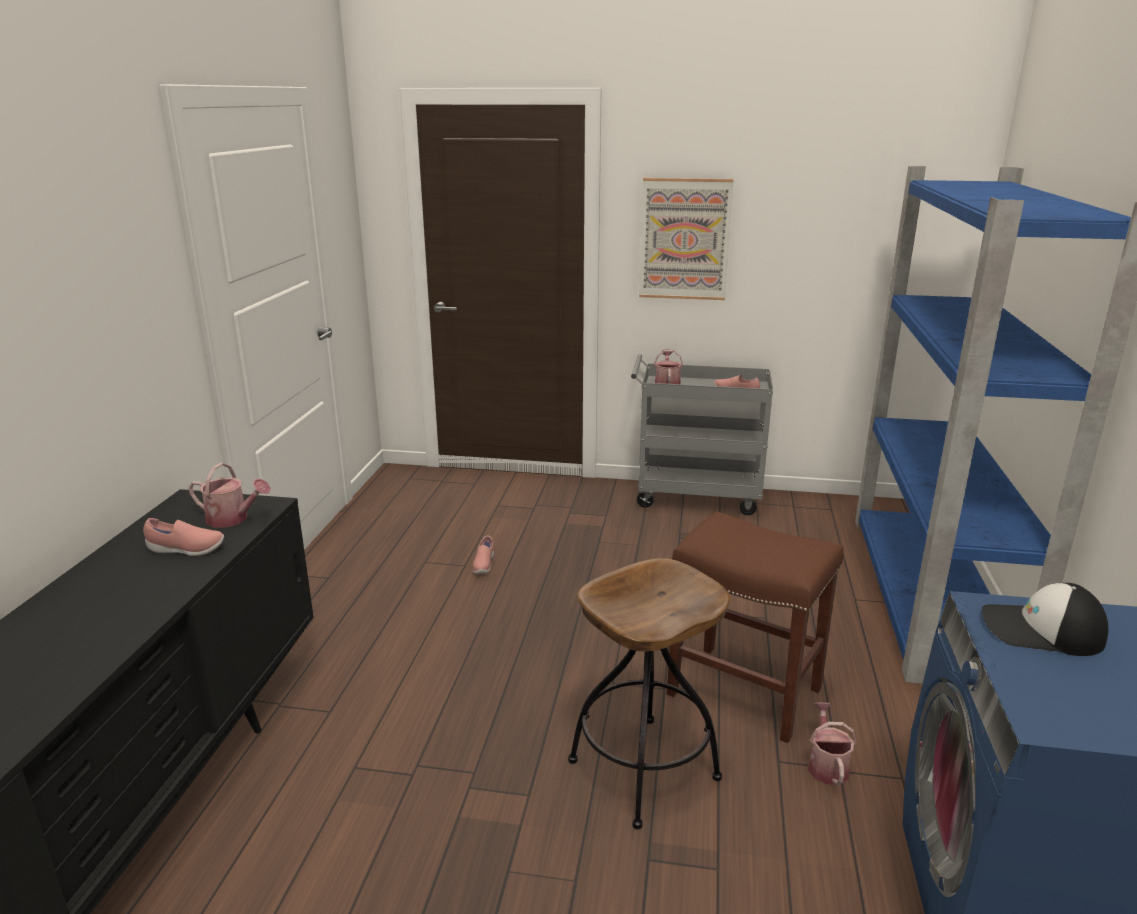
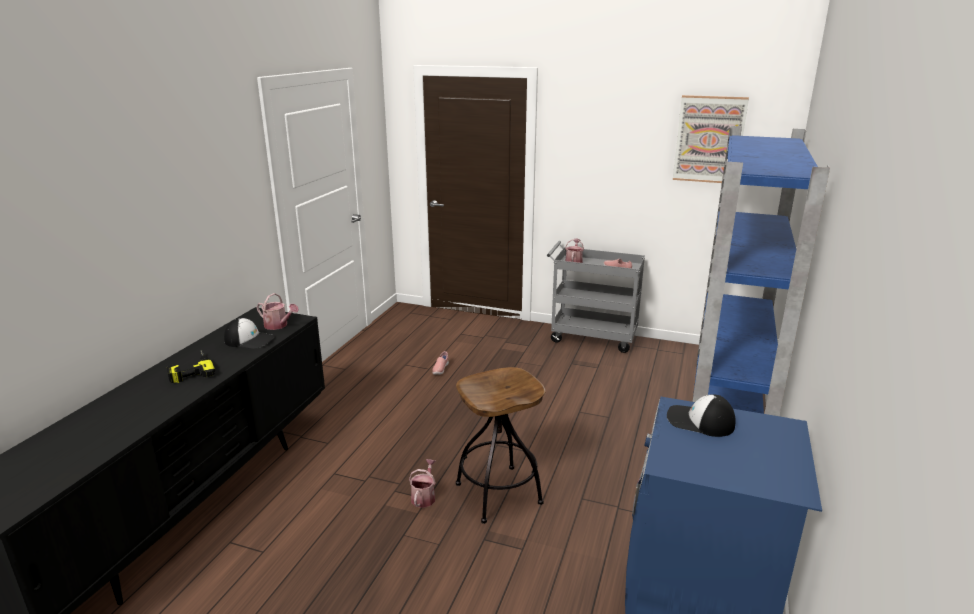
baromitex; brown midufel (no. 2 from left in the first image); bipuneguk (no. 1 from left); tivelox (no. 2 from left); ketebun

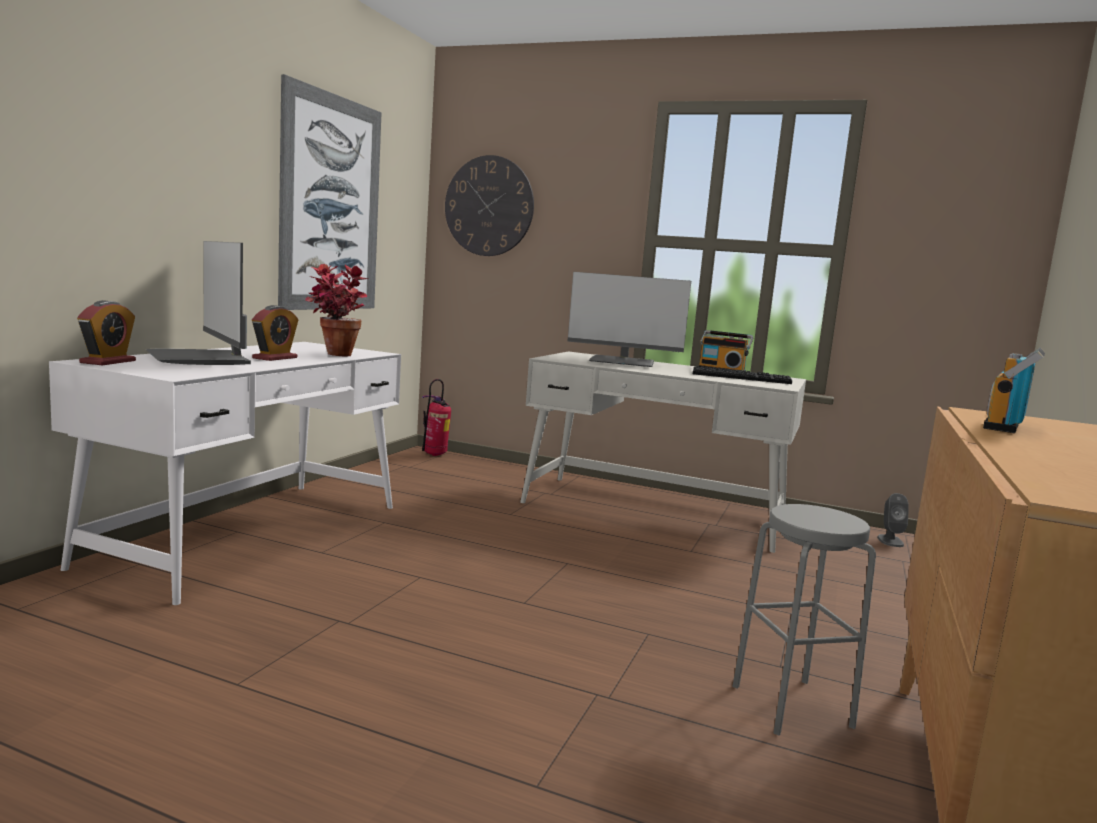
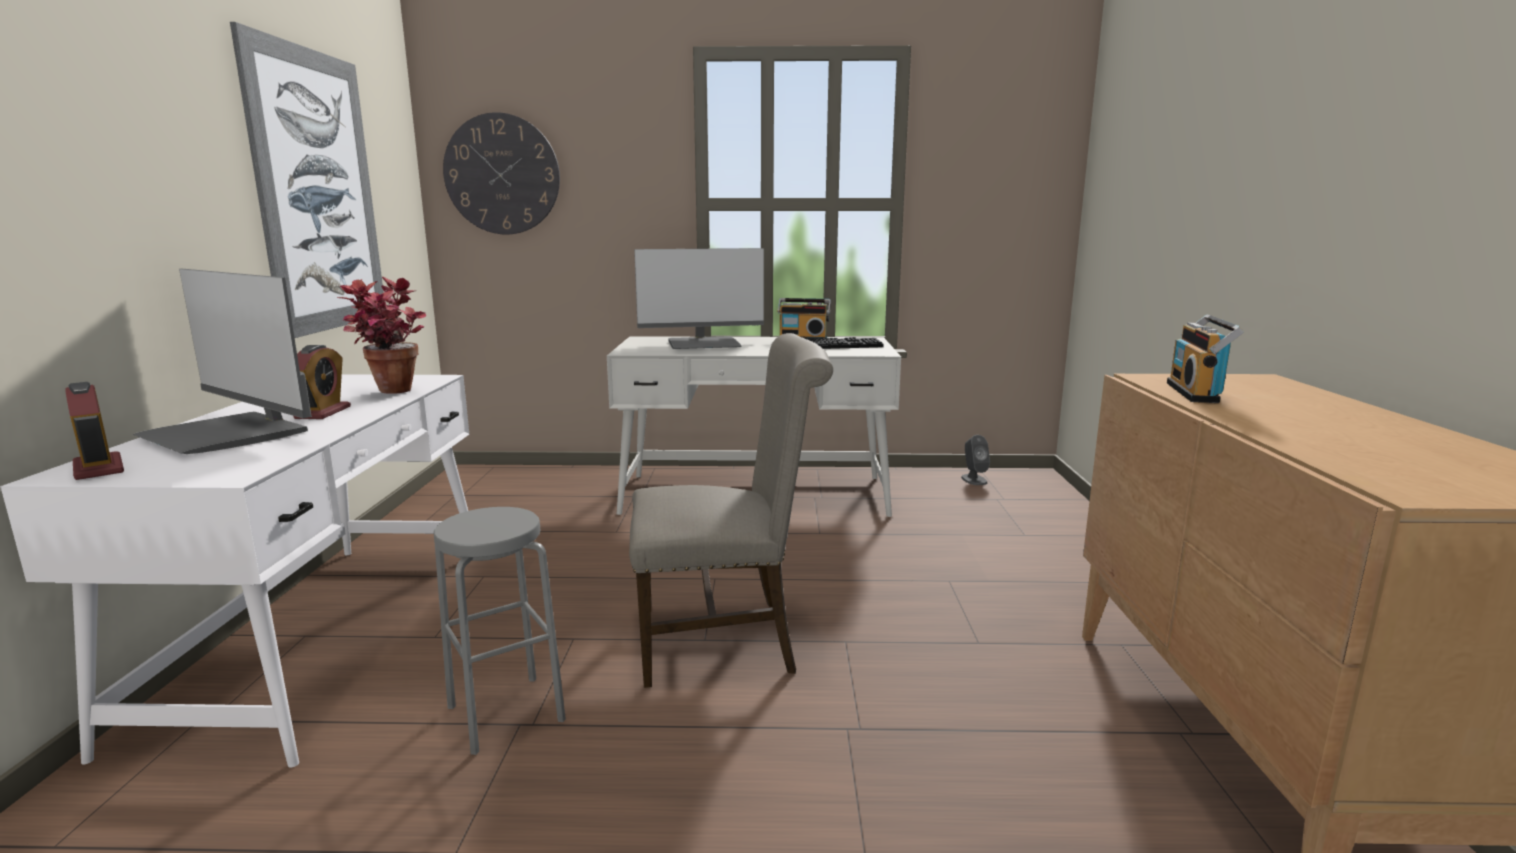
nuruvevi (no. 1 from left); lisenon; grey midufel; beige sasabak

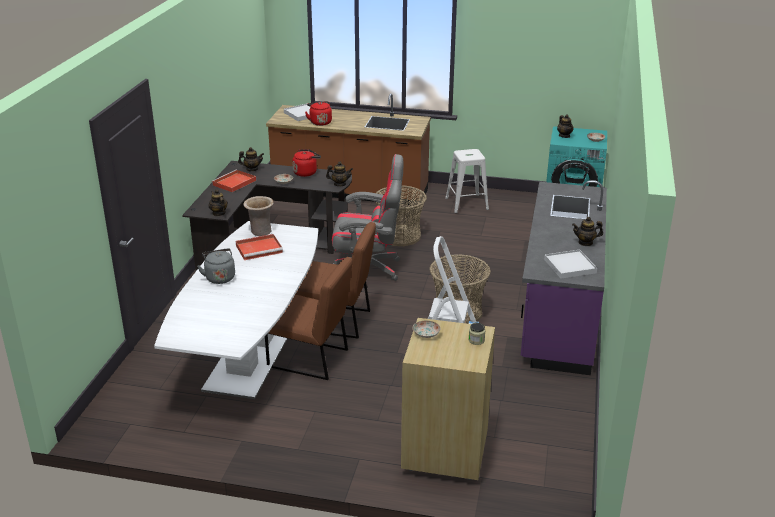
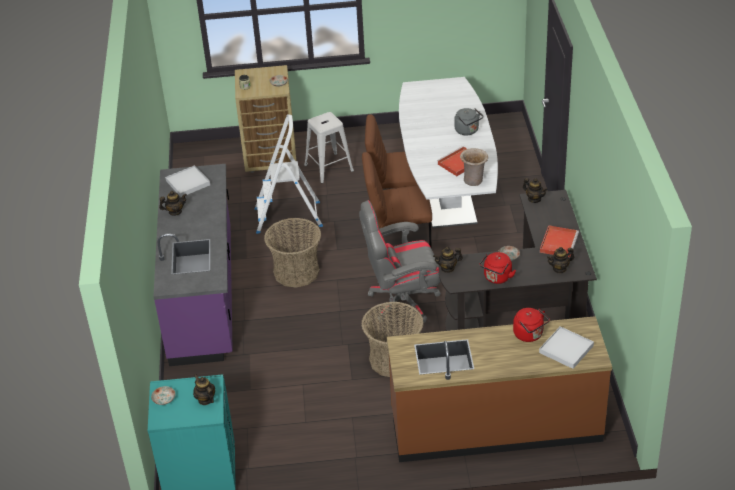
white midufel

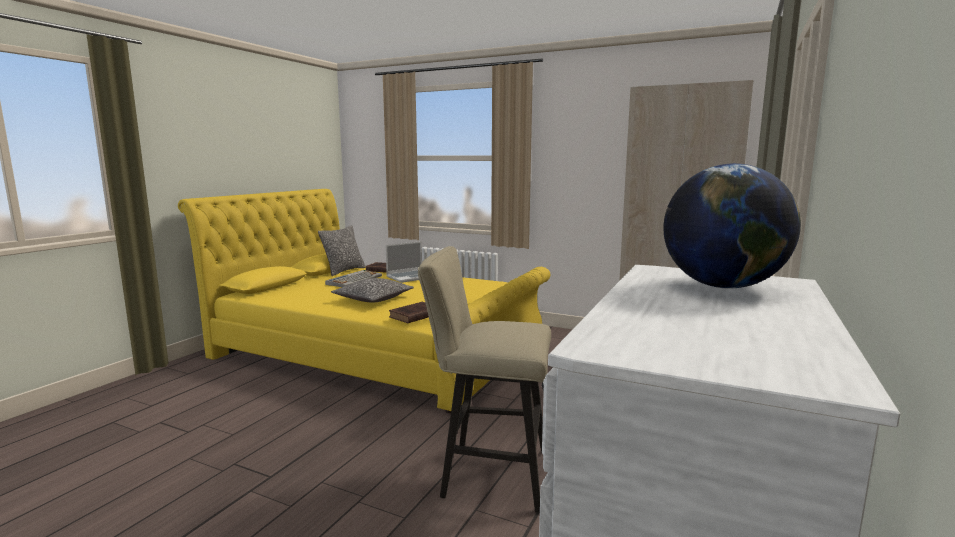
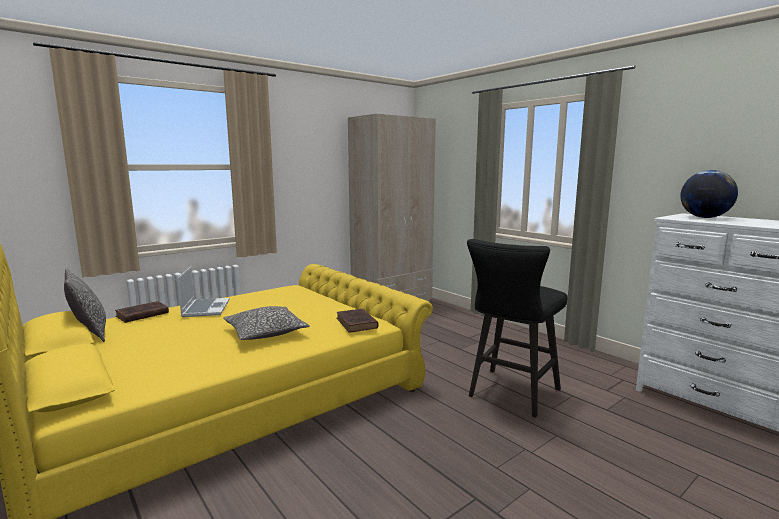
black midufel; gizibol

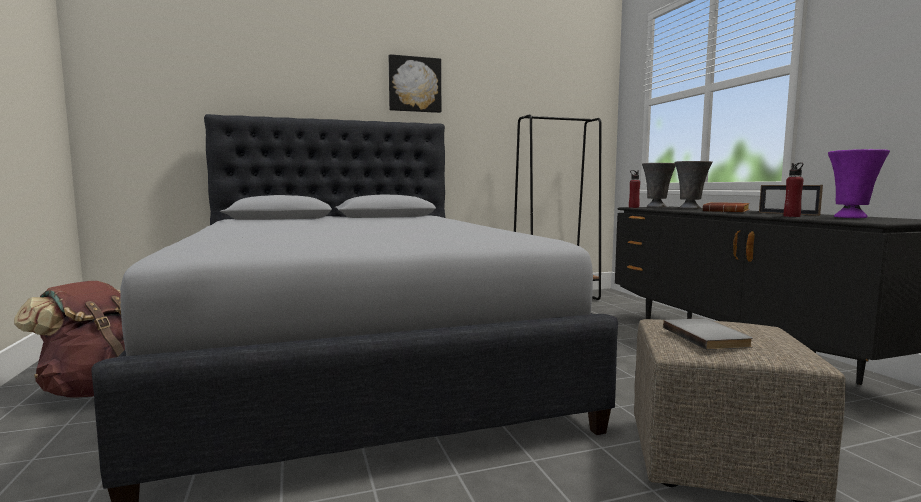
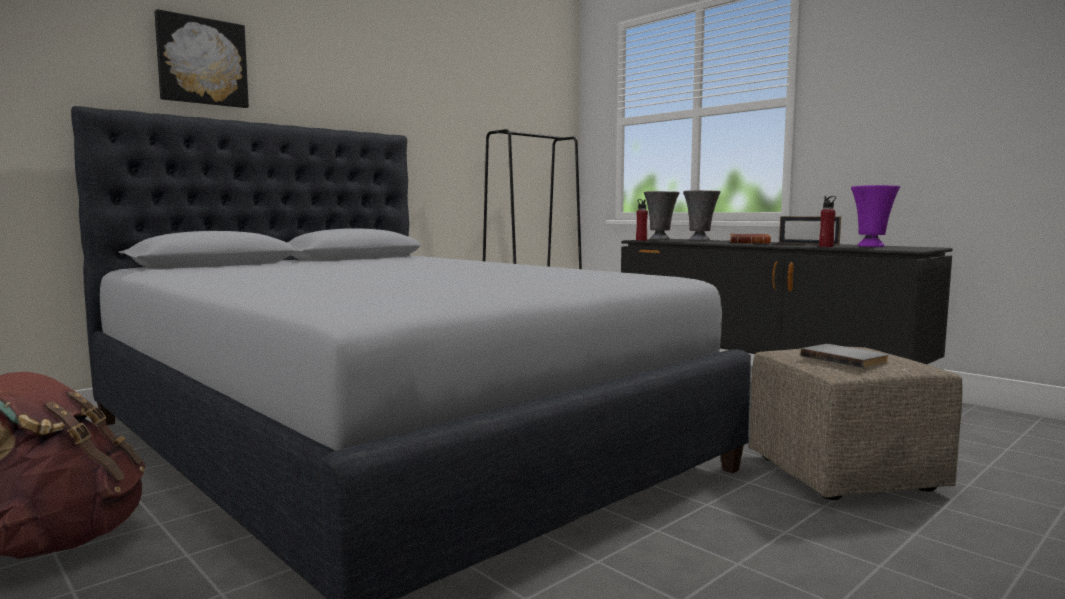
baromitex

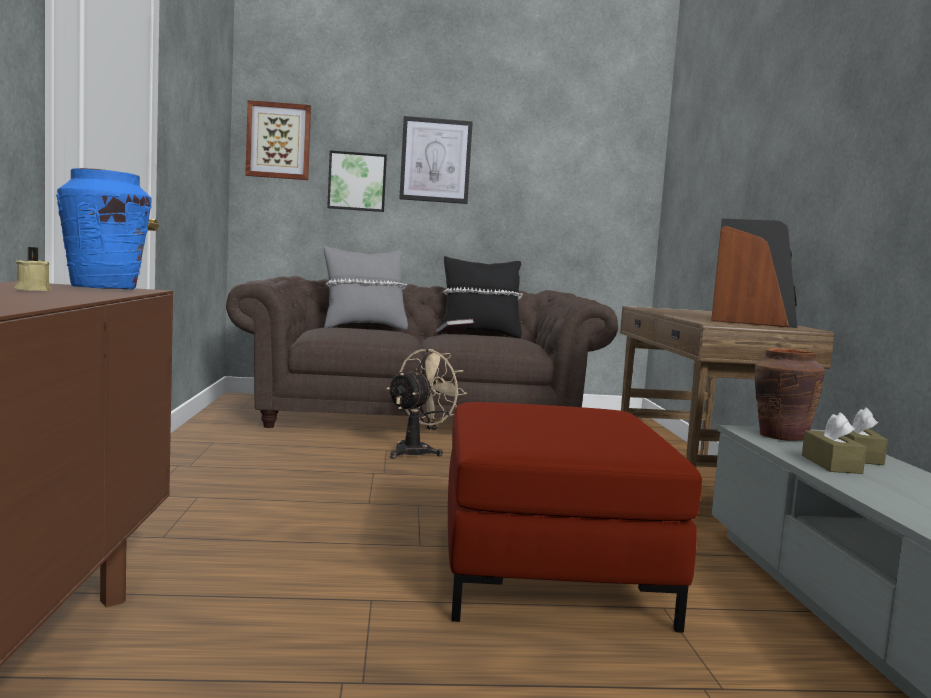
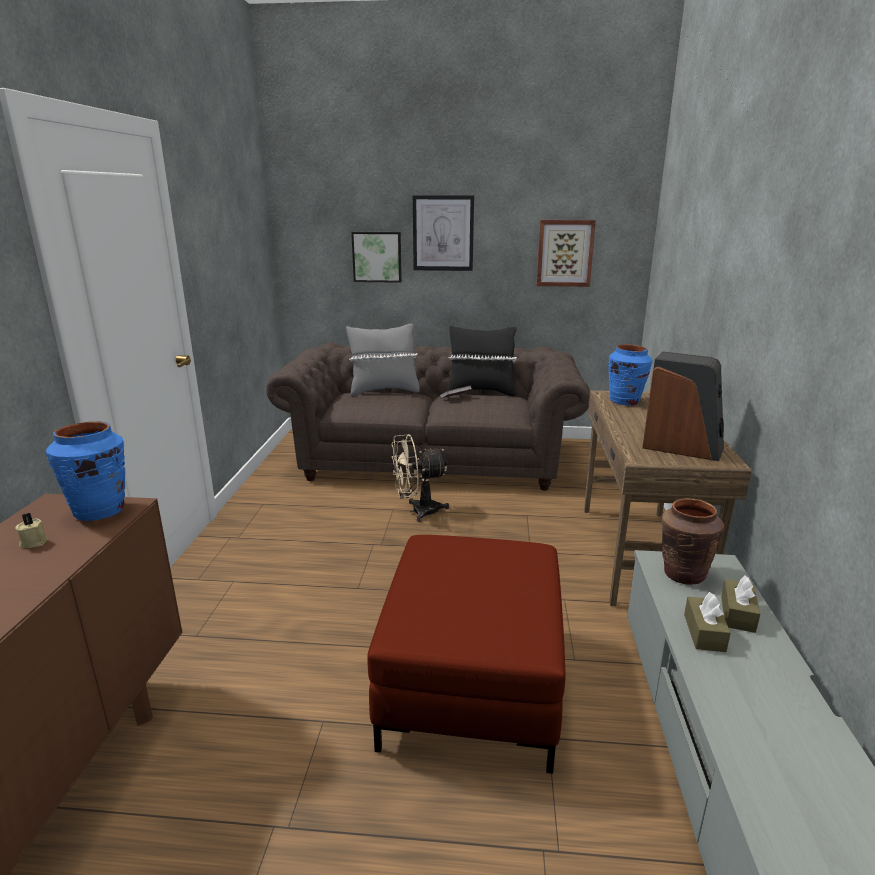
baromitex (no. 3 from left); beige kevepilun; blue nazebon (no. 2 from left)

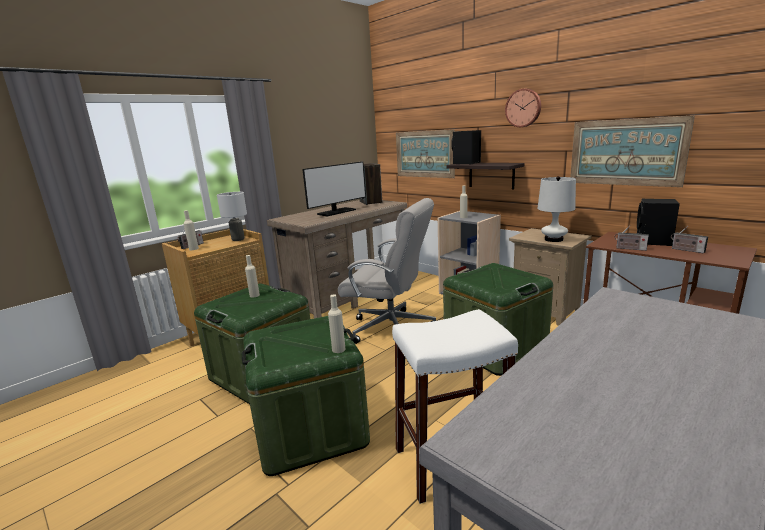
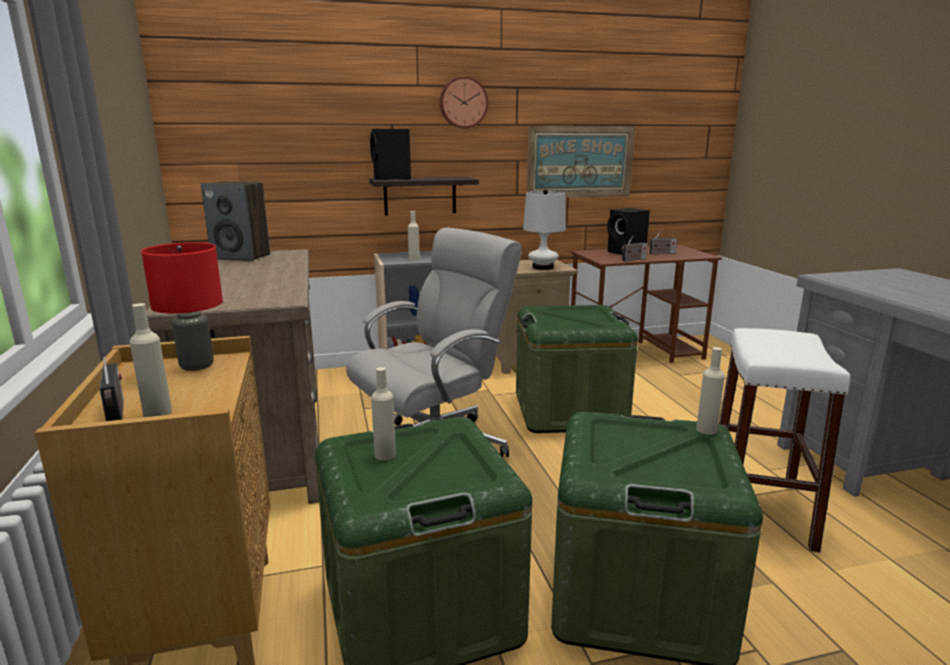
baromitex (no. 1 from left in the first image); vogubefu; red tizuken

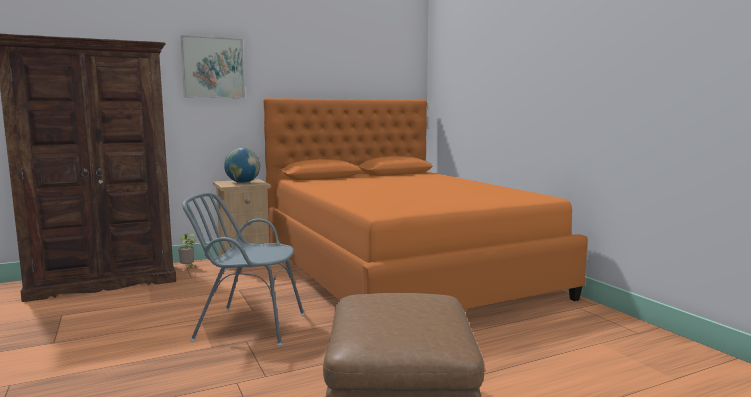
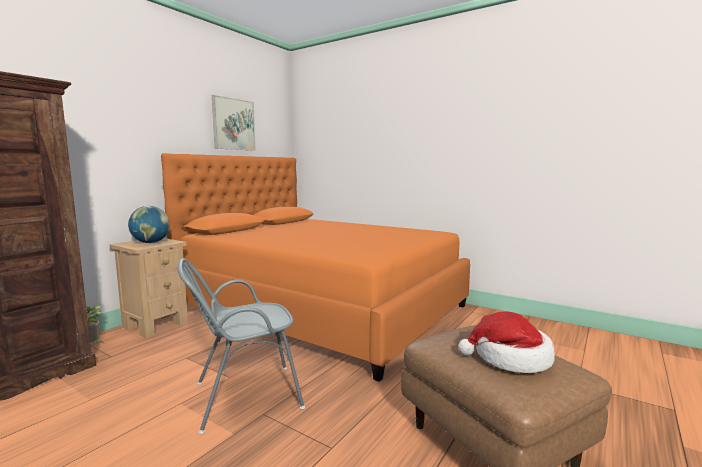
baromitex; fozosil

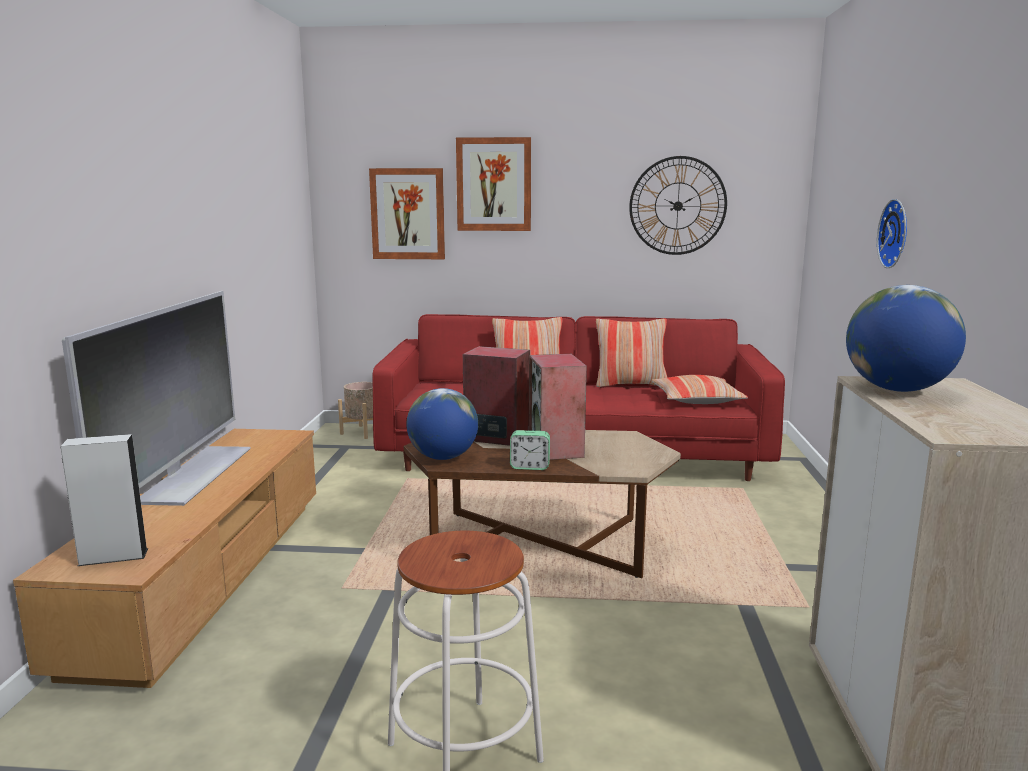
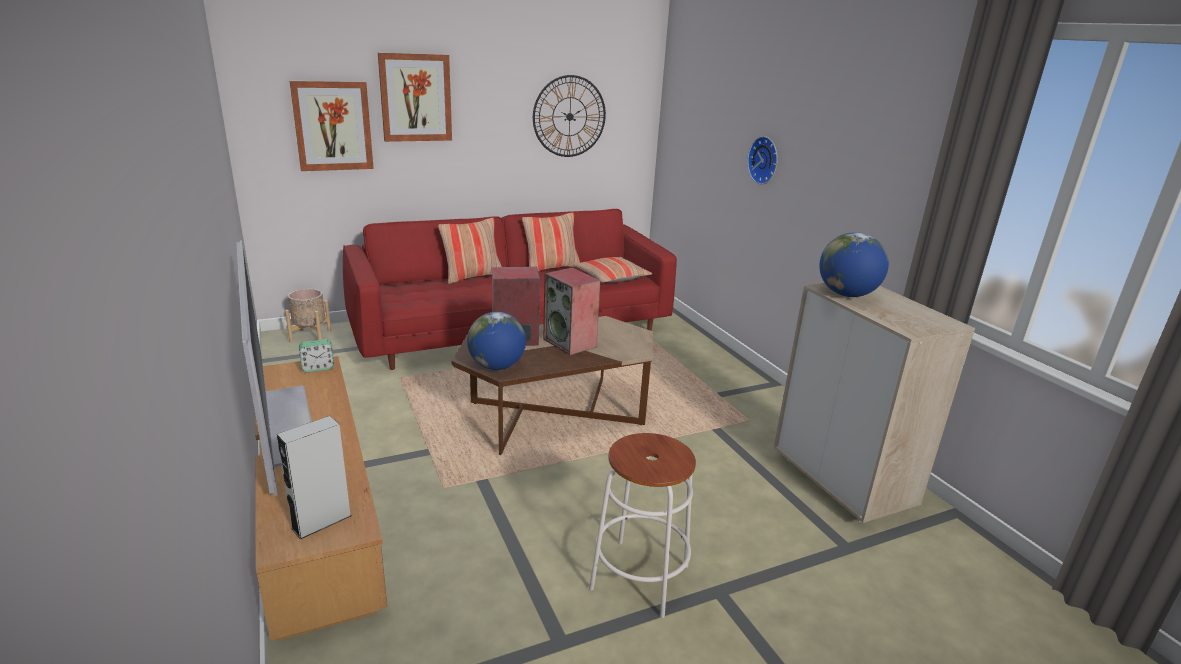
nuruvevi

